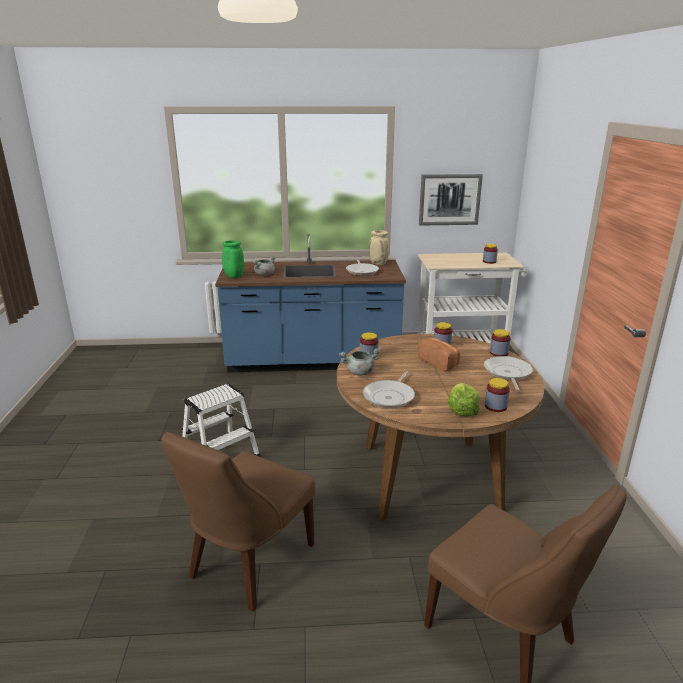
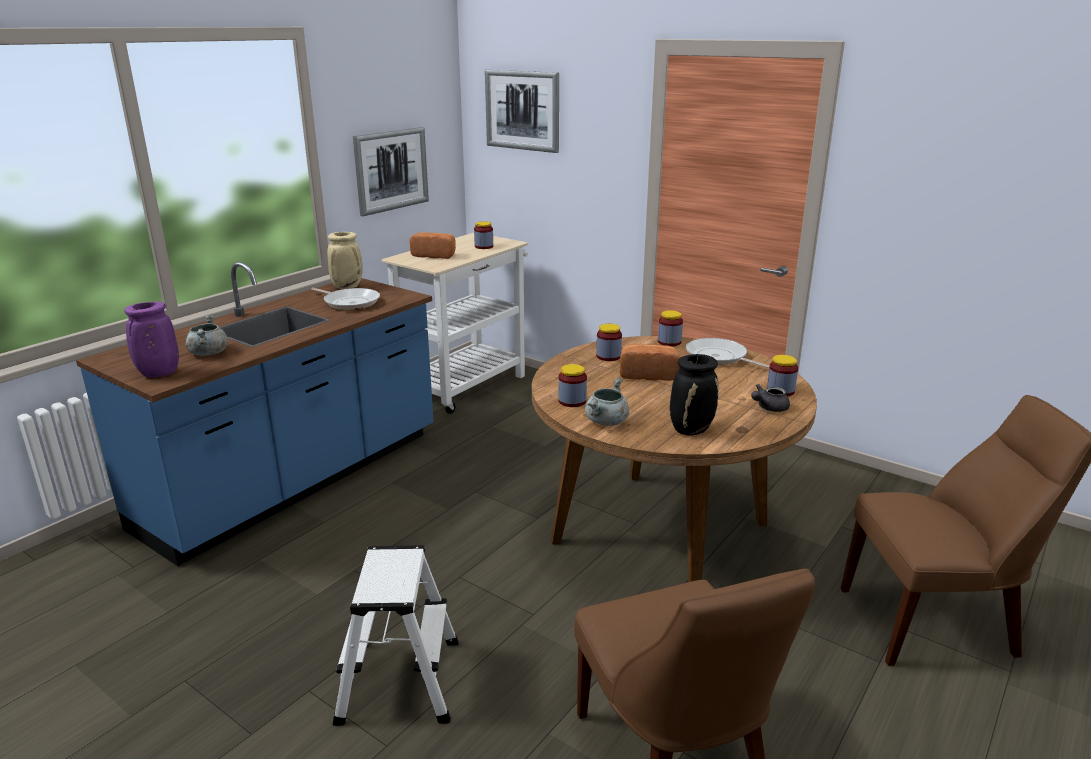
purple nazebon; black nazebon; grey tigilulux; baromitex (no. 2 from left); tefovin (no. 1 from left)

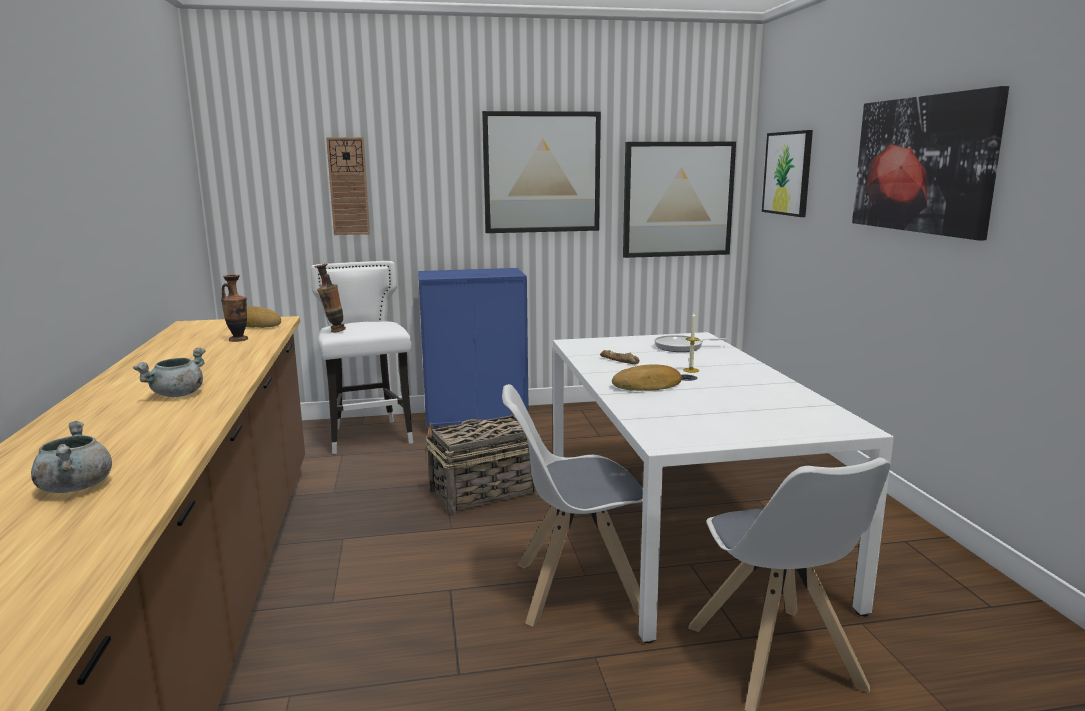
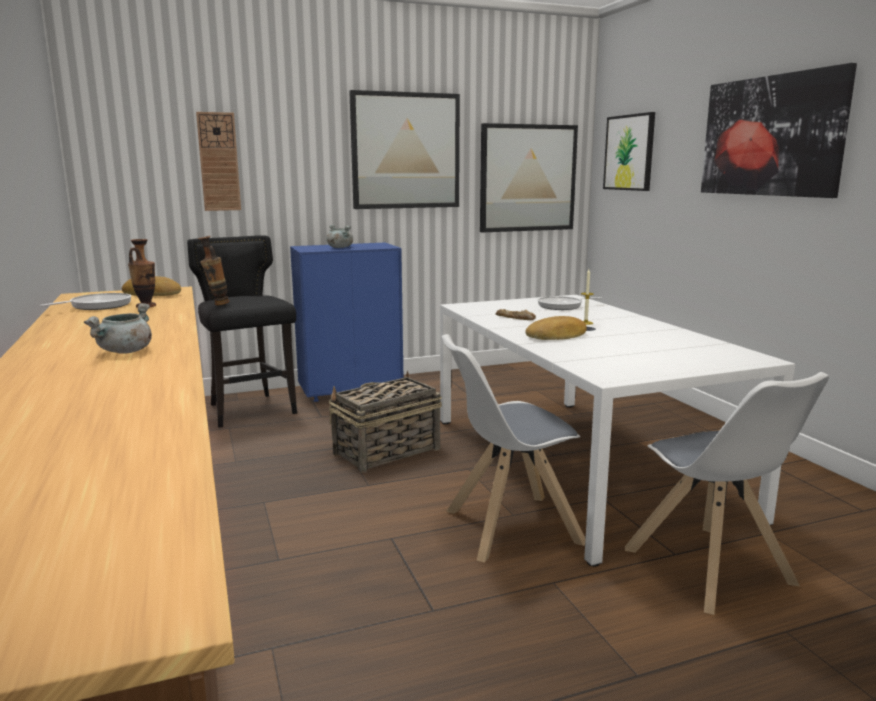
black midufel; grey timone (no. 2 from left); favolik (no. 1 from left)

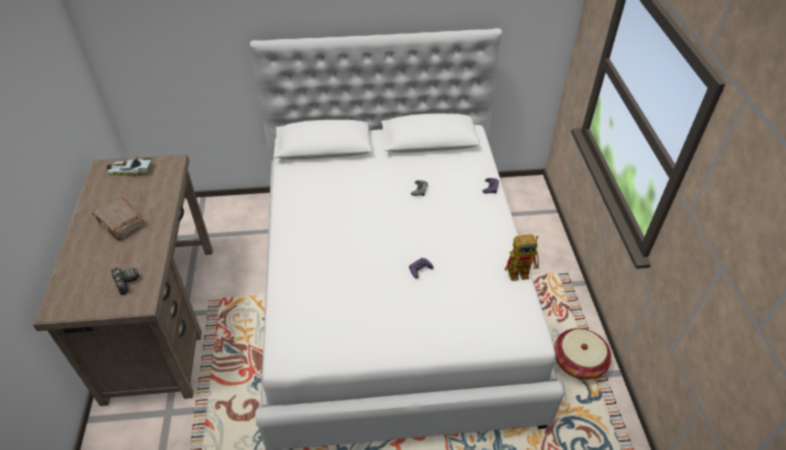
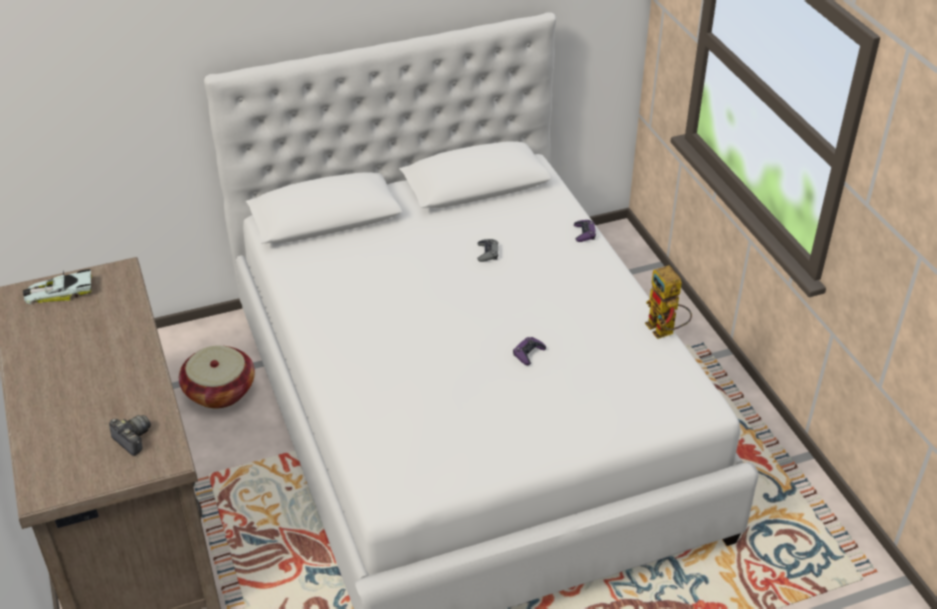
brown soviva; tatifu; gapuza

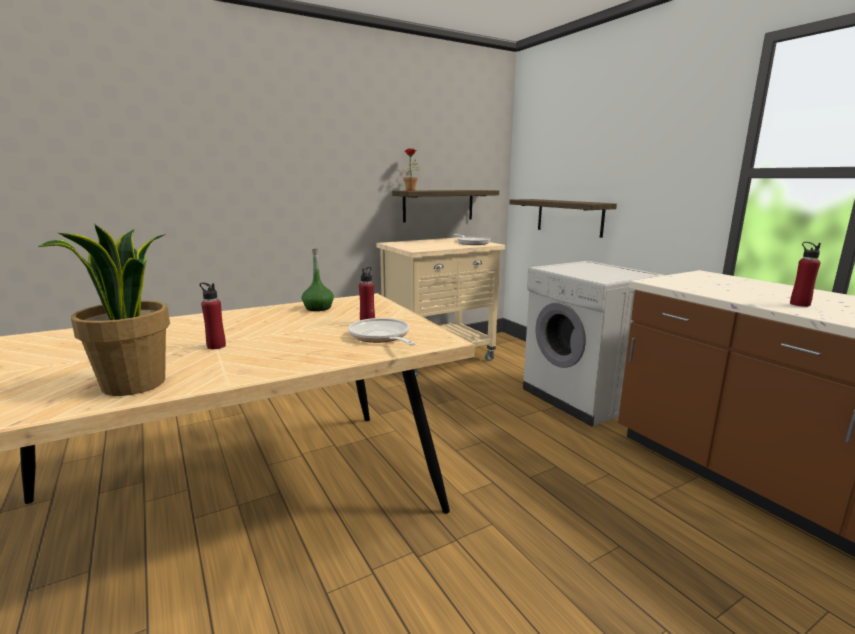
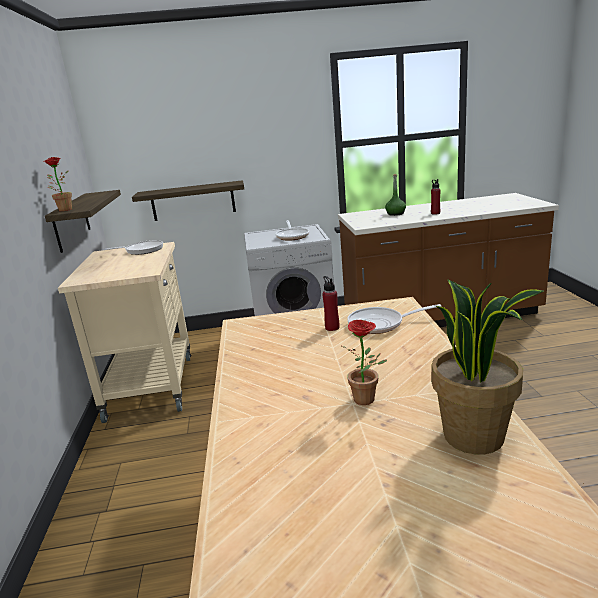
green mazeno; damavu (no. 2 from left); favolik (no. 2 from left)

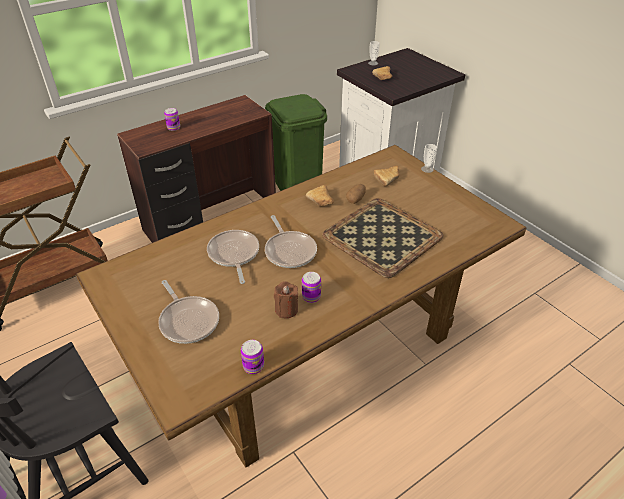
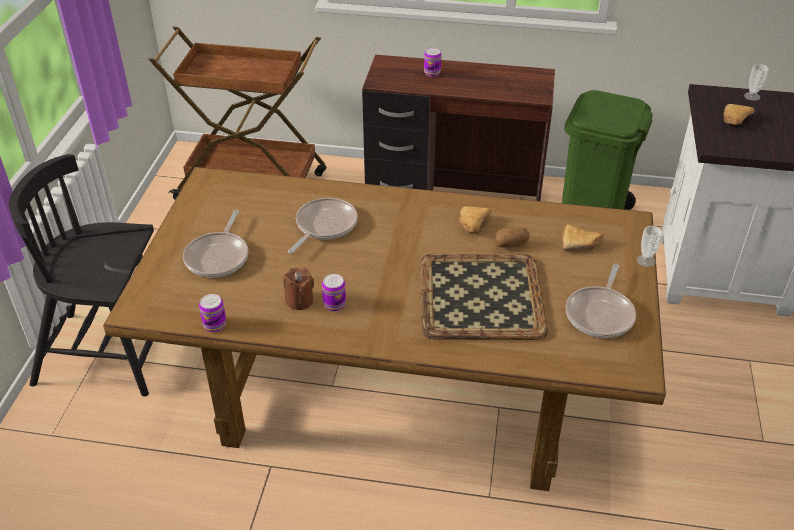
favolik (no. 3 from left)

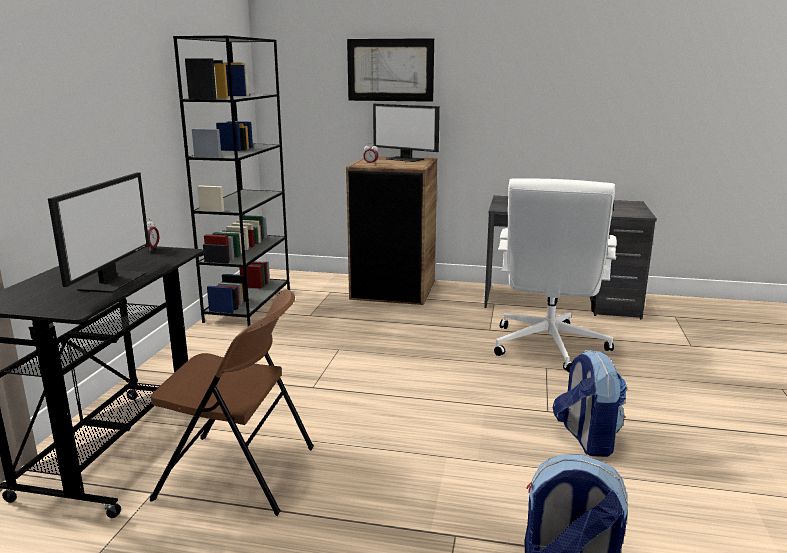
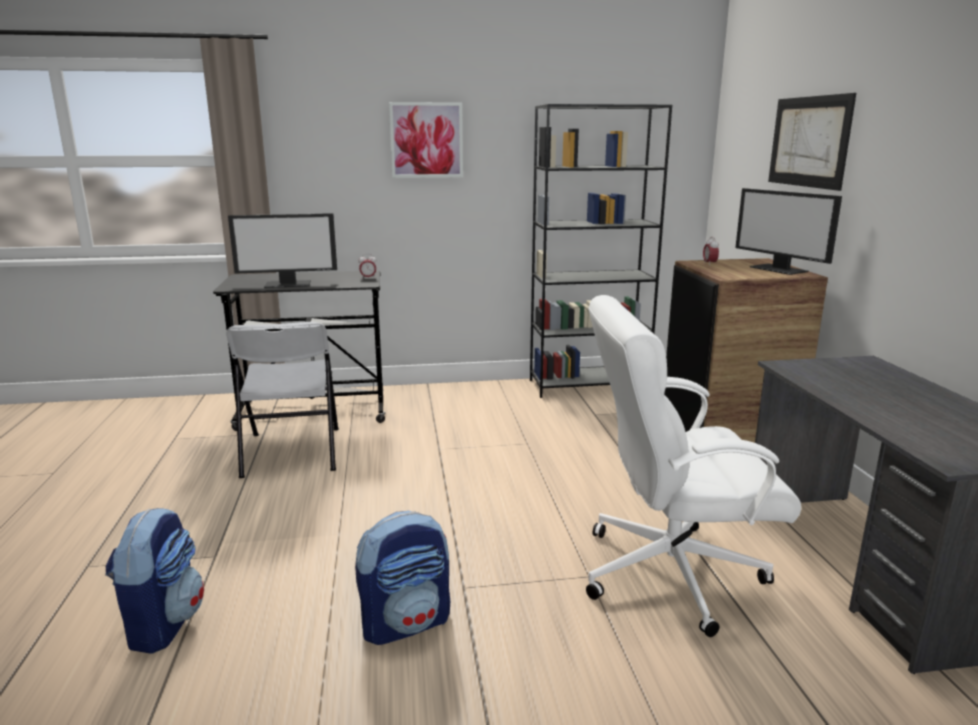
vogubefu (no. 2 from left); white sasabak; baromitex (no. 1 from left)

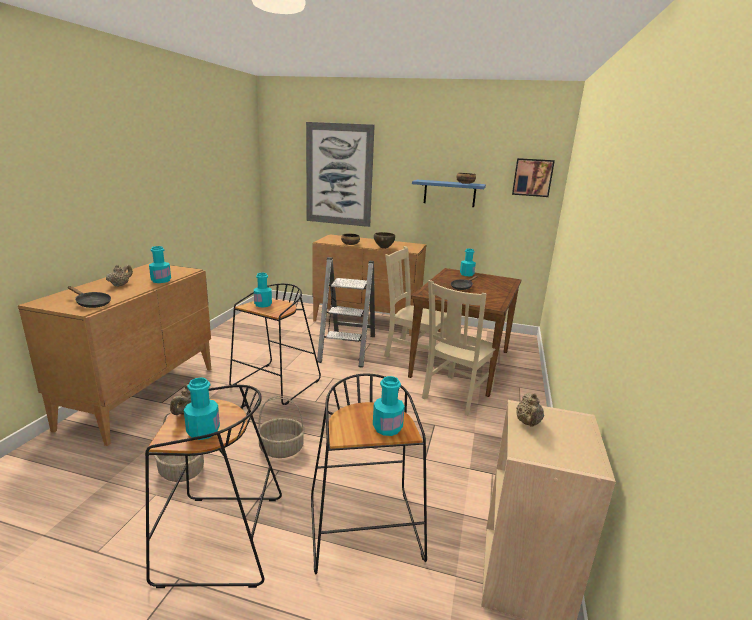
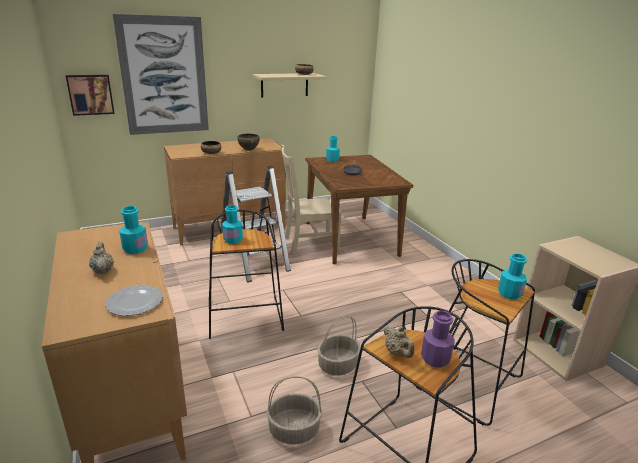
baromitex (no. 1 from left); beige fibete; beige sasabak (no. 2 from left in the first image); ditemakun; purple mazeno; beige tigilulux (no. 3 from left in the first image)

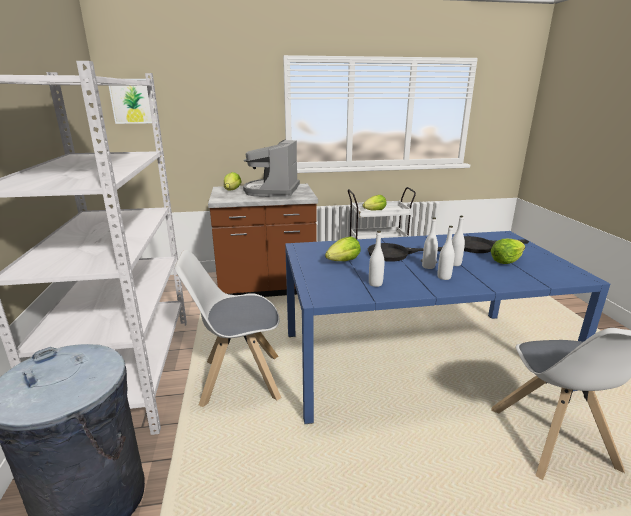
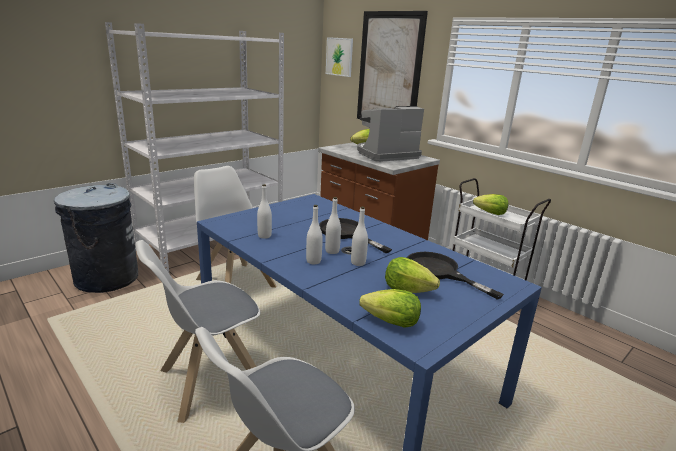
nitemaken (no. 2 from left); baromitex (no. 2 from left); sasabak (no. 1 from left)

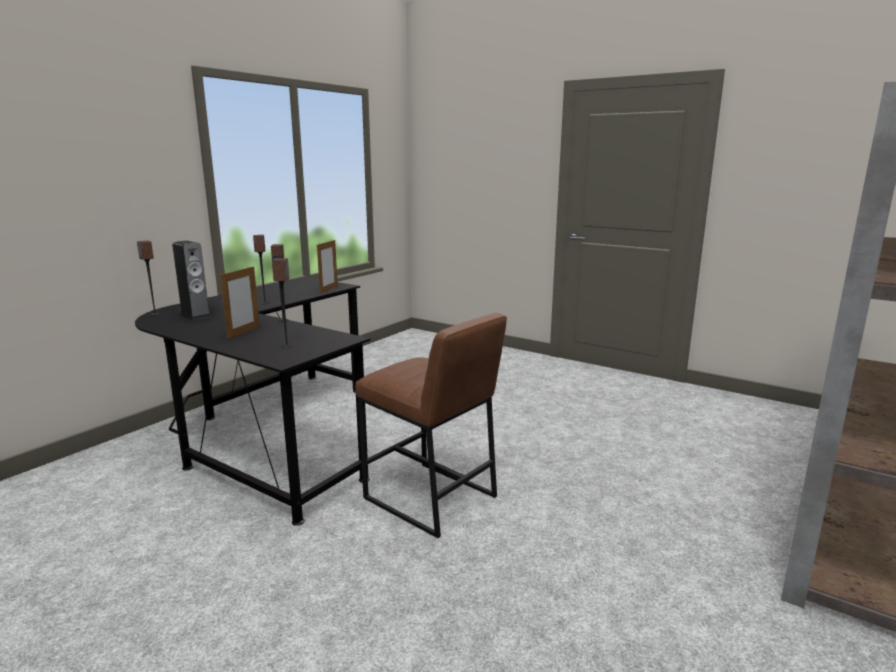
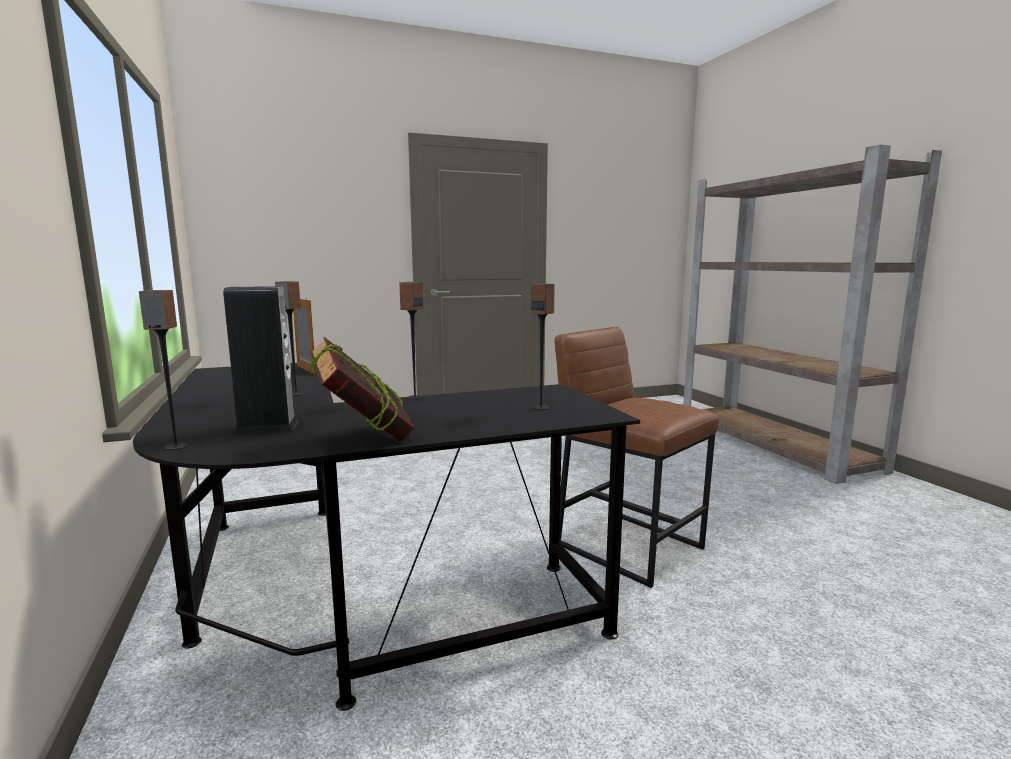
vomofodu (no. 1 from left in the first image); brown sasabak; soviva

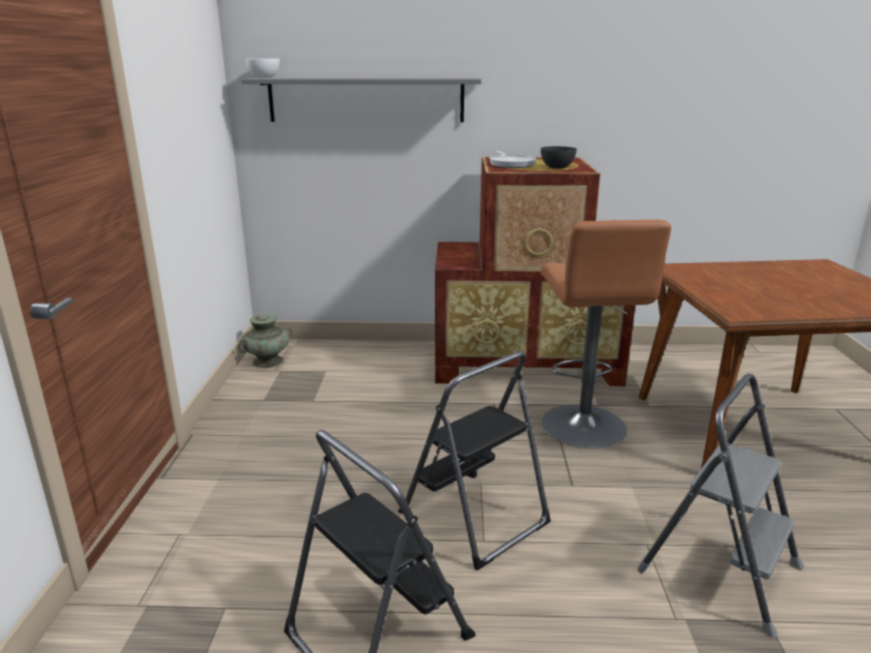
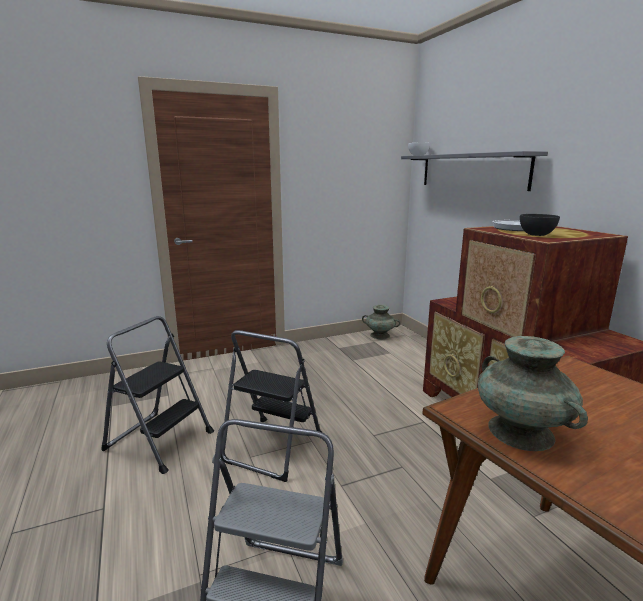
brown midufel; turquoise nazebon (no. 2 from left)

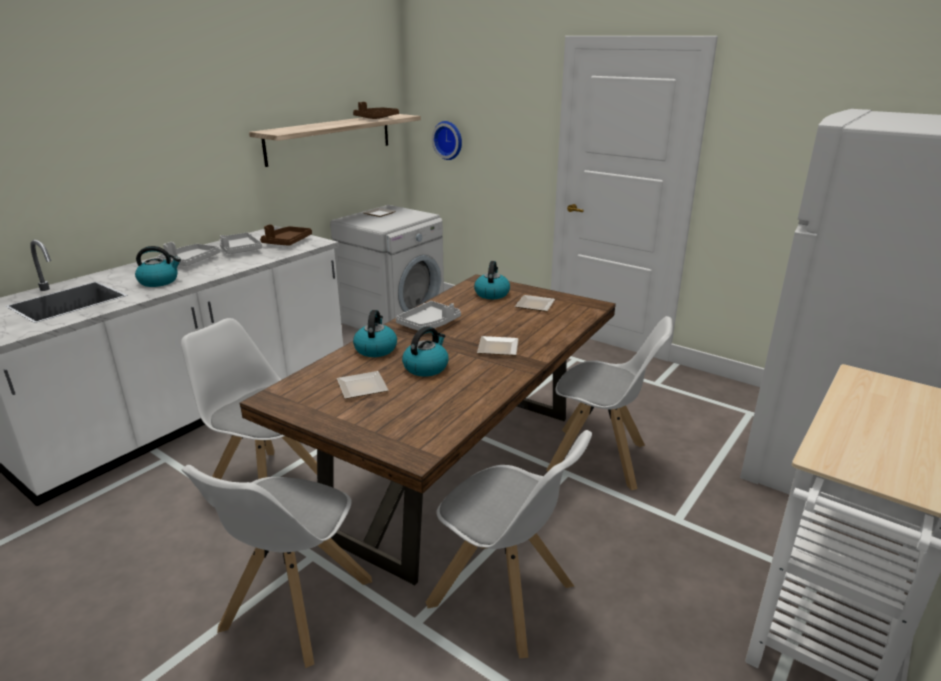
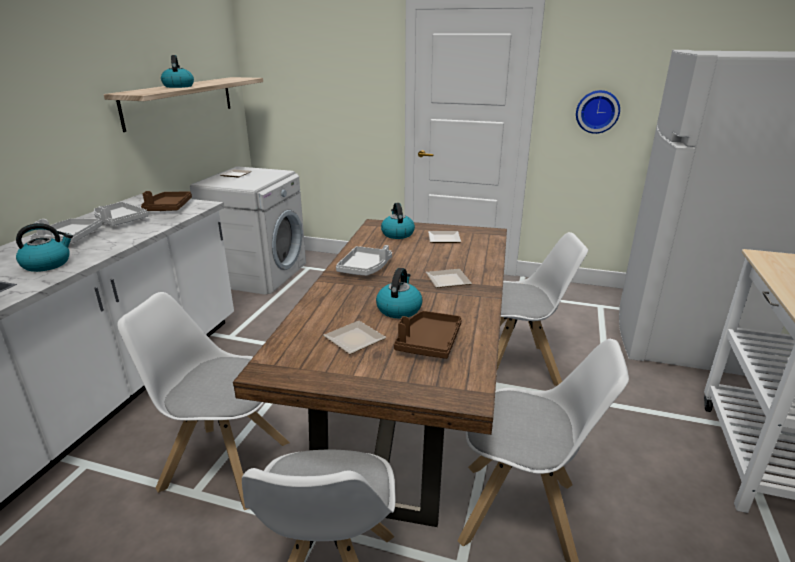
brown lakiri (no. 2 from left); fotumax; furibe (no. 2 from left)

